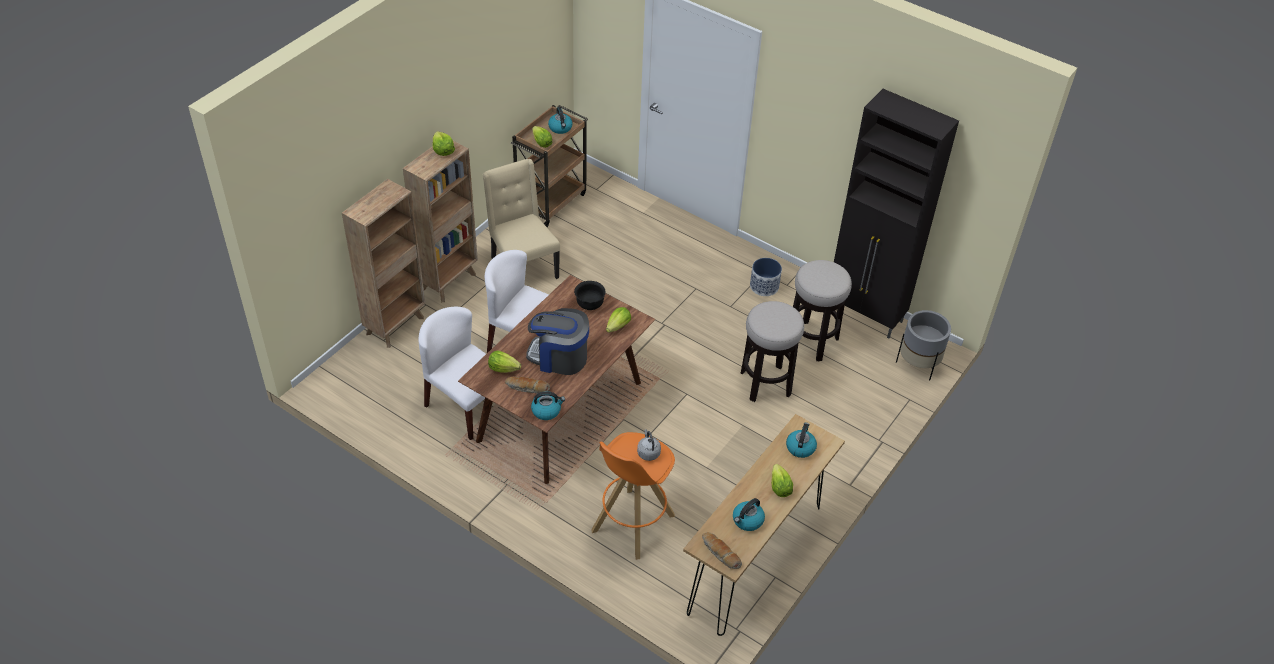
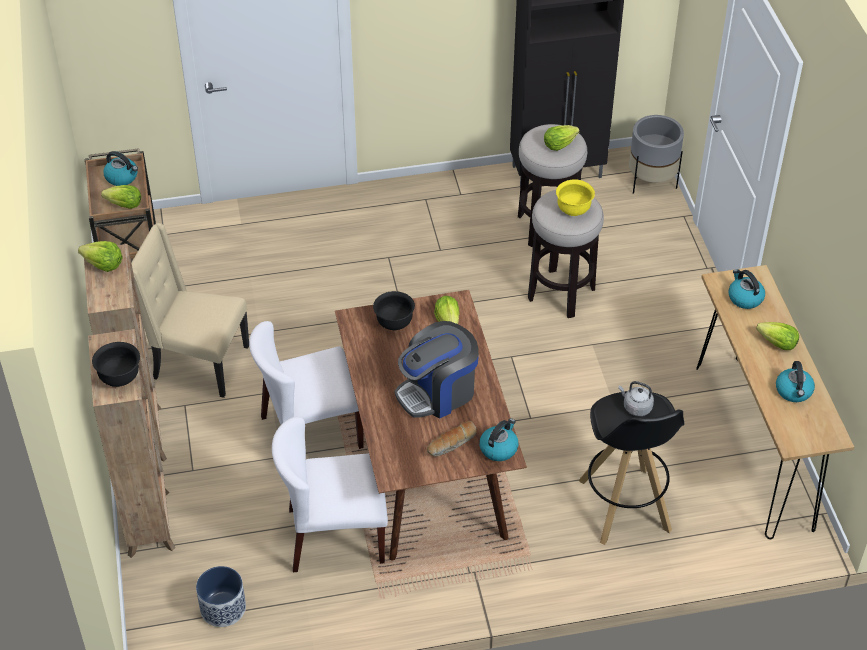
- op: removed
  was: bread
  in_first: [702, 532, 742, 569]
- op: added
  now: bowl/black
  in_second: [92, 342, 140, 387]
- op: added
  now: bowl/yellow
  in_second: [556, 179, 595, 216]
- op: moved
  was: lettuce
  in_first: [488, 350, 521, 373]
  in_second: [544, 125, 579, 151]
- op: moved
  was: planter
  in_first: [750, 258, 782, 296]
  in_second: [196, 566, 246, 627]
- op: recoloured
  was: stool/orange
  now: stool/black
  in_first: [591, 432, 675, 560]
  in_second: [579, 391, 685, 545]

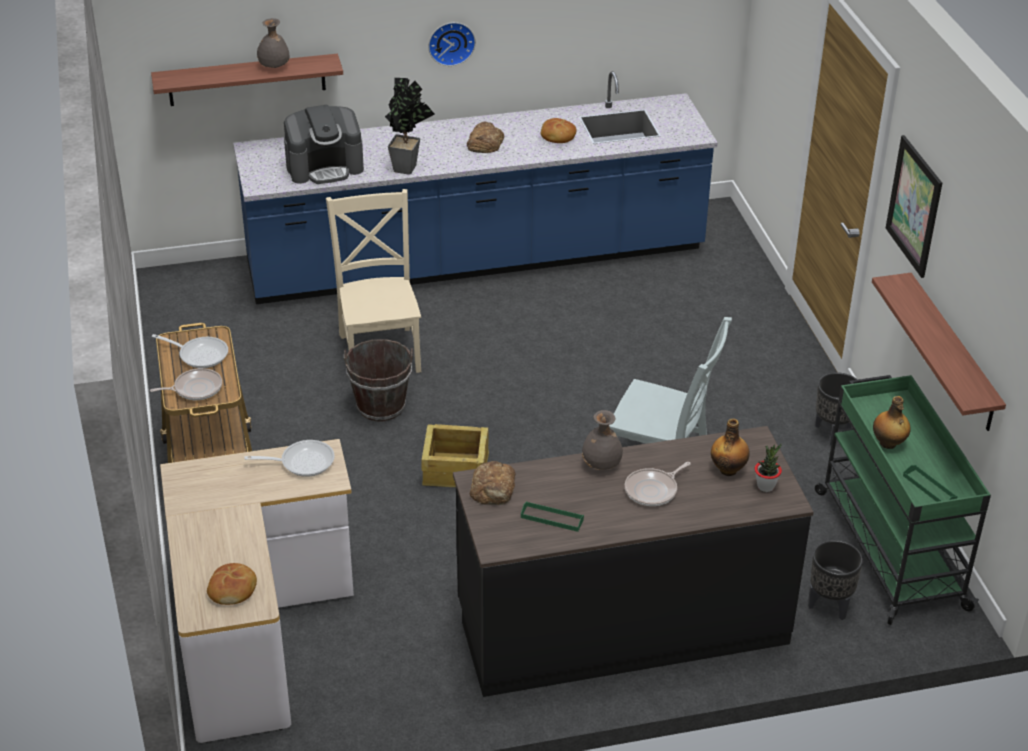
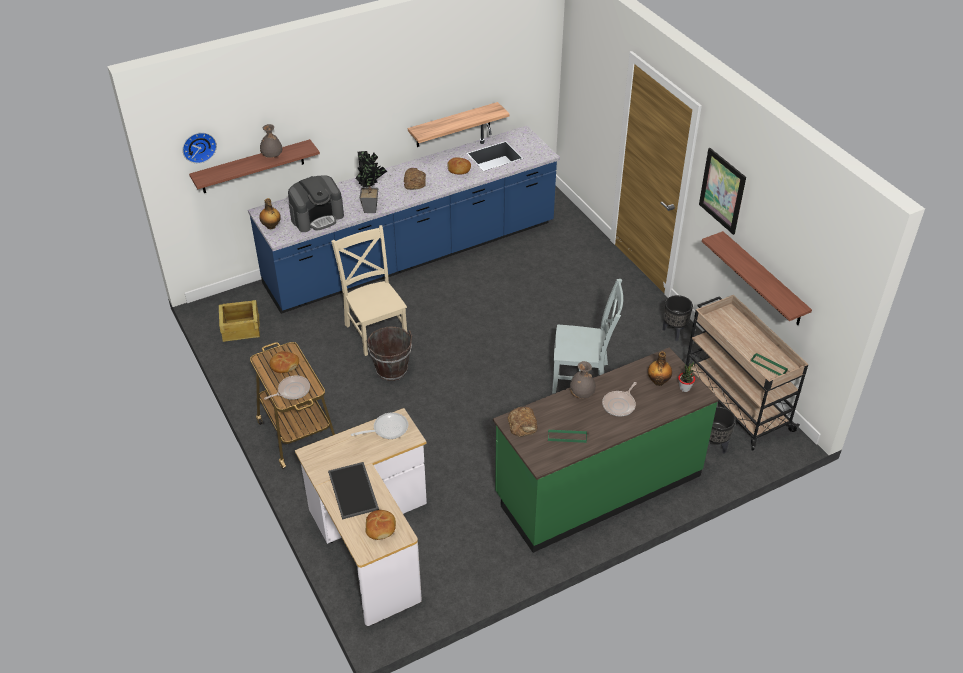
- op: added
  now: tray
  in_second: [328, 462, 379, 519]
- op: added
  now: shelf
  in_second: [408, 102, 509, 147]
- op: moved
  was: crate
  in_first: [422, 424, 489, 487]
  in_second: [219, 300, 260, 342]
- op: moved
  was: wall clock
  in_first: [428, 22, 476, 66]
  in_second: [183, 133, 217, 163]
- op: moved
  was: bottle
  in_first: [873, 396, 911, 449]
  in_second: [259, 198, 281, 229]
- op: replaced
  was: frying pan
  now: bread
  in_first: [152, 334, 228, 368]
  in_second: [270, 351, 299, 373]
- op: recoloured
  was: counter/black
  now: counter/green
  in_first: [453, 426, 814, 697]
  in_second: [493, 348, 719, 553]
- op: recoloured
  was: cart/green
  now: cart/beige
  in_first: [815, 375, 991, 625]
  in_second: [686, 295, 808, 451]

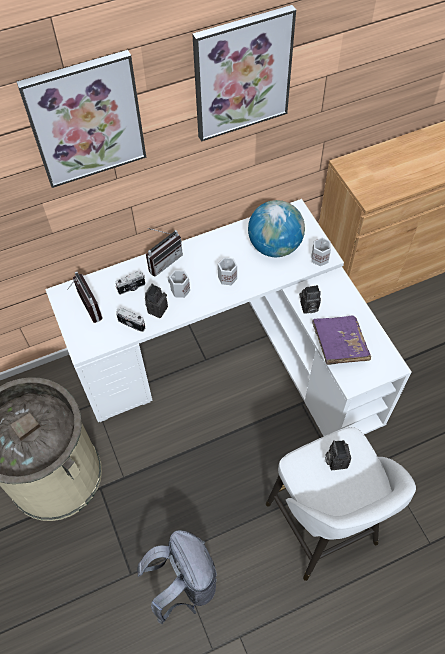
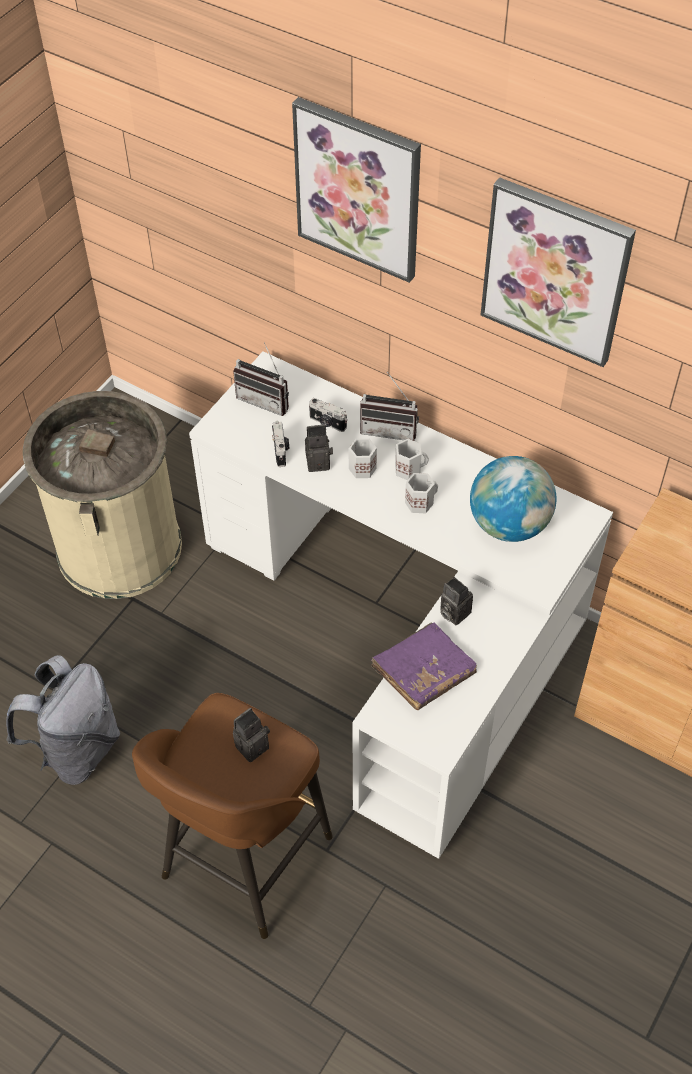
- op: moved
  was: mug/white
  in_first: [312, 238, 331, 266]
  in_second: [395, 439, 429, 480]
- op: recoloured
  was: stool/white
  now: stool/brown
  in_first: [266, 427, 416, 581]
  in_second: [132, 693, 333, 939]
- op: turned
  was: radio
  in_first: [67, 272, 103, 323]
  in_second: [233, 342, 289, 416]
  clockwise: 90

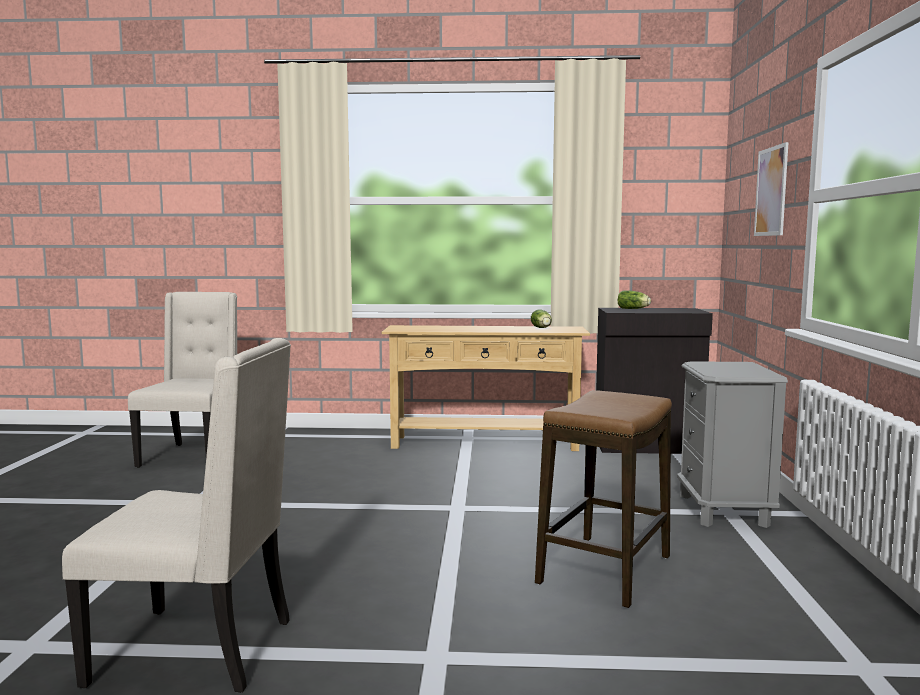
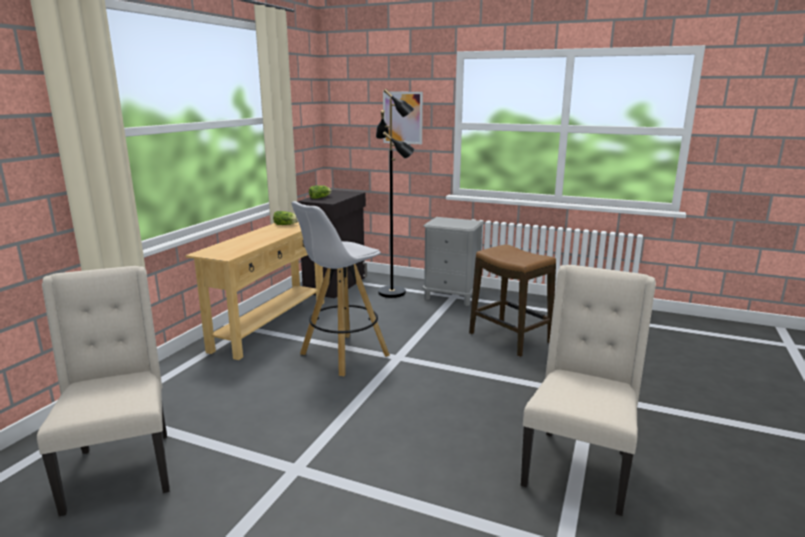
- op: added
  now: stool/white
  in_second: [291, 201, 390, 376]
- op: added
  now: floor lamp/black
  in_second: [376, 89, 414, 298]
- op: turned
  was: chair/beige
  in_first: [128, 292, 237, 468]
  in_second: [37, 266, 170, 516]
  clockwise: 45

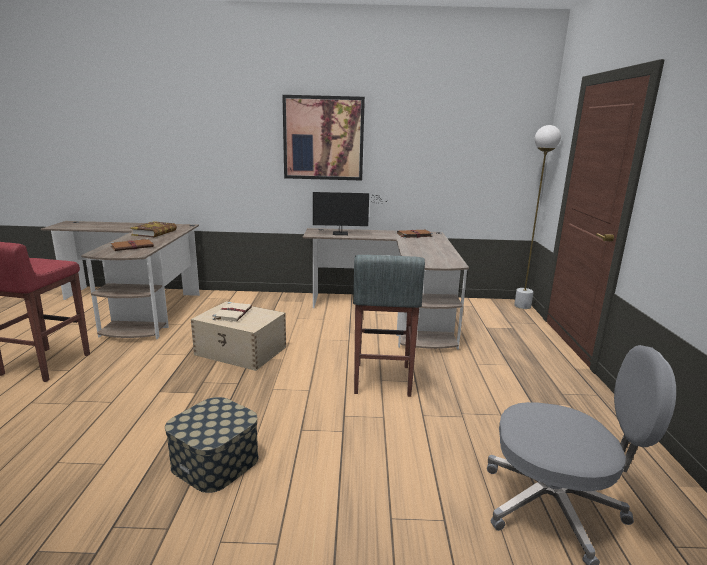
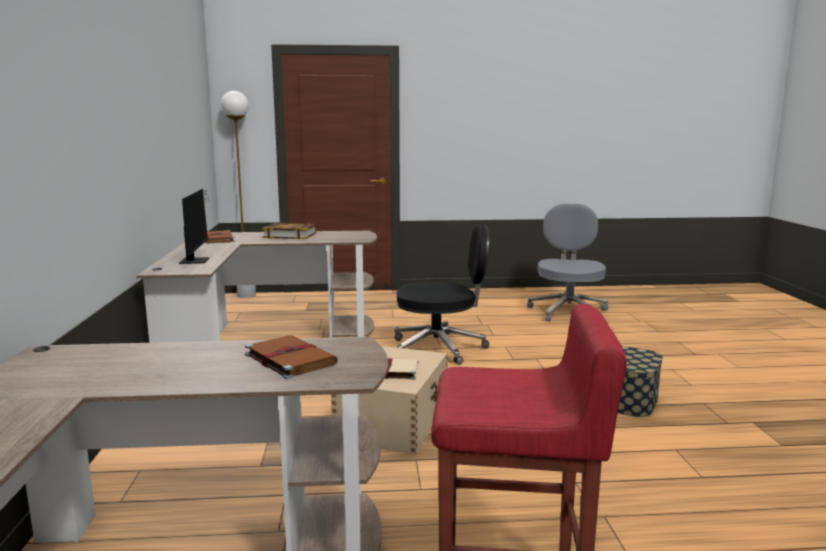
- op: removed
  was: picture
  in_first: [282, 95, 365, 181]
- op: moved
  was: book
  in_first: [130, 221, 177, 237]
  in_second: [262, 223, 317, 239]
- op: replaced
  was: stool/grey
  now: office chair/black
  in_first: [353, 255, 425, 397]
  in_second: [395, 224, 489, 365]

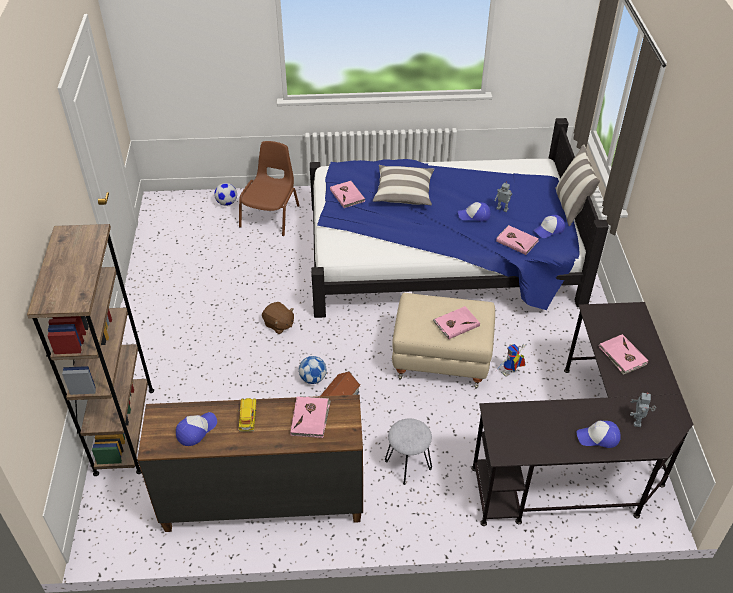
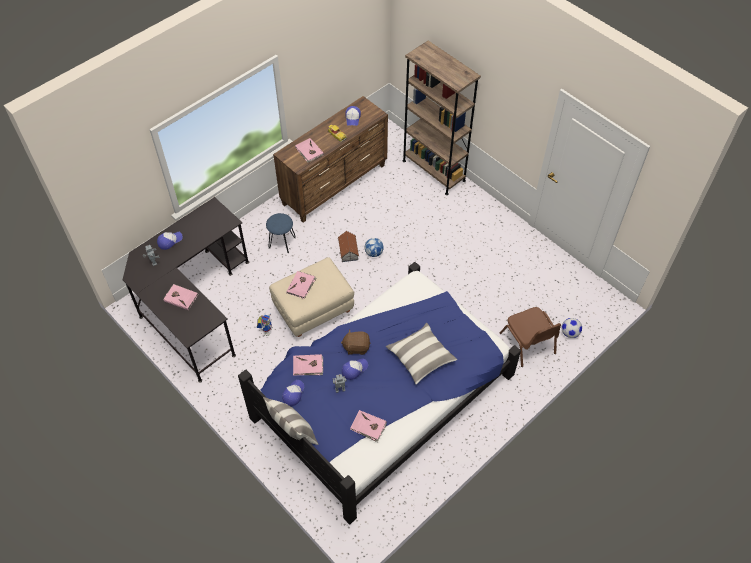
- op: moved
  was: plush toy/brown
  in_first: [262, 302, 294, 334]
  in_second: [341, 330, 371, 355]
- op: moved
  was: book/pink
  in_first: [330, 181, 365, 208]
  in_second: [350, 410, 387, 442]
- op: recoloured
  was: stool/grey
  now: stool/blue
  in_first: [385, 419, 432, 485]
  in_second: [266, 213, 296, 253]

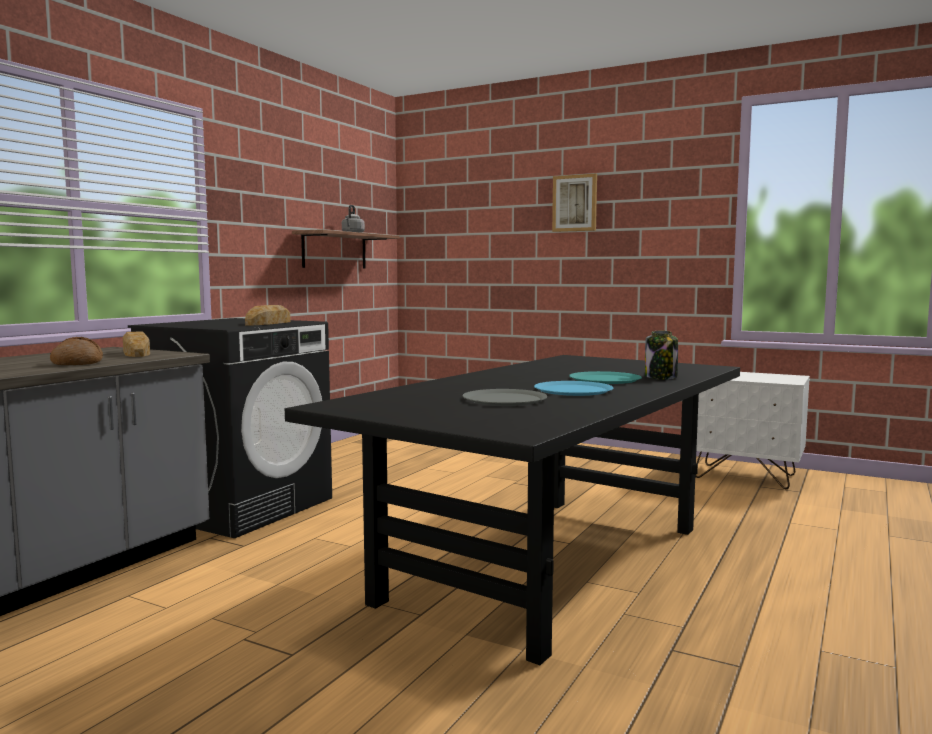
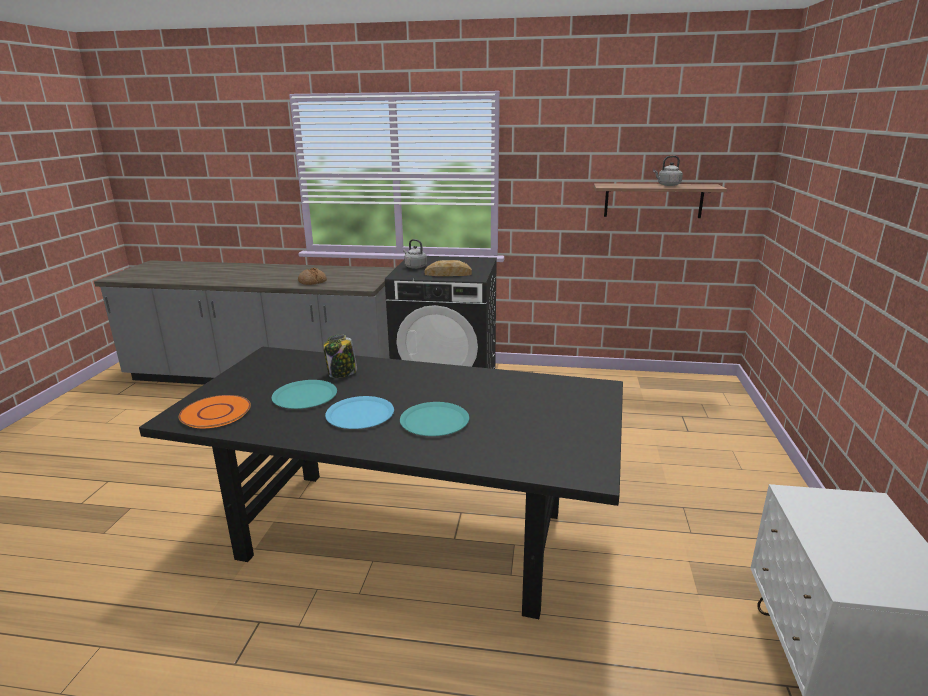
- op: removed
  was: bread
  in_first: [123, 331, 150, 357]
- op: removed
  was: picture
  in_first: [552, 174, 597, 232]
- op: added
  now: plate/orange
  in_second: [179, 395, 251, 428]
- op: added
  now: kettle/grey
  in_second: [403, 239, 427, 269]
- op: moved
  was: jar
  in_first: [645, 331, 678, 380]
  in_second: [323, 334, 357, 378]
- op: recoloured
  was: plate/grey
  now: plate/turquoise
  in_first: [462, 389, 547, 406]
  in_second: [271, 380, 337, 409]

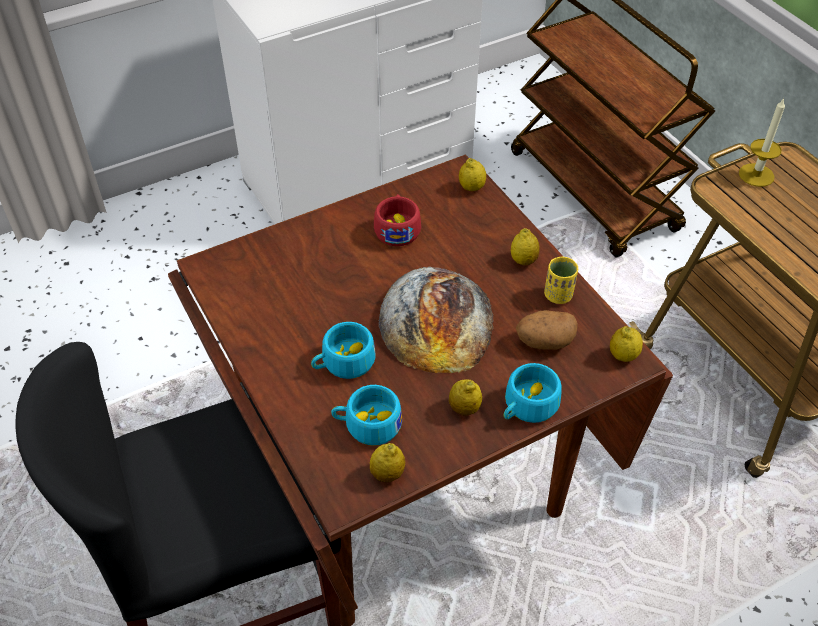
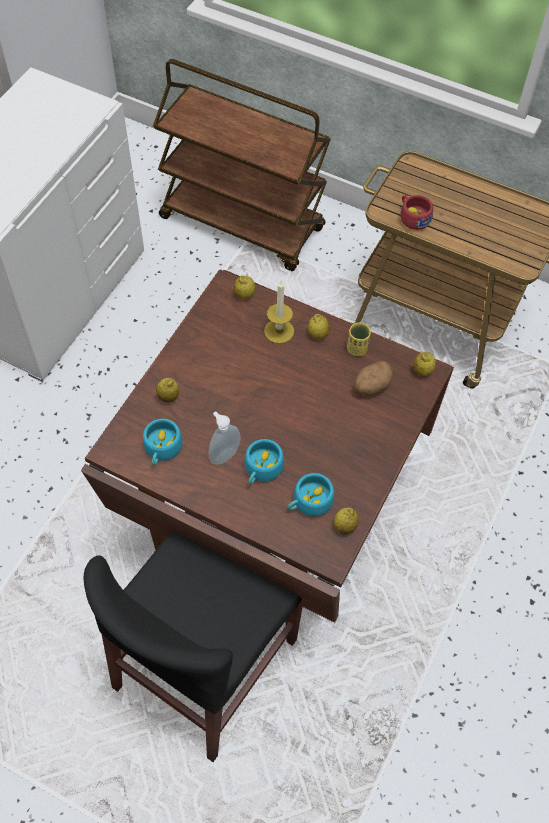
- op: removed
  was: bread
  in_first: [378, 267, 493, 373]
- op: added
  now: soap dispenser
  in_second: [208, 411, 240, 465]
- op: moved
  was: cup/red
  in_first: [374, 194, 421, 246]
  in_second: [400, 195, 433, 230]
- op: moved
  was: lemon
  in_first: [449, 379, 482, 416]
  in_second: [156, 378, 179, 402]
- op: moved
  was: cup/turquoise
  in_first: [504, 363, 562, 423]
  in_second: [143, 419, 183, 466]
- op: moved
  was: candle
  in_first: [739, 98, 785, 187]
  in_second: [264, 280, 294, 344]

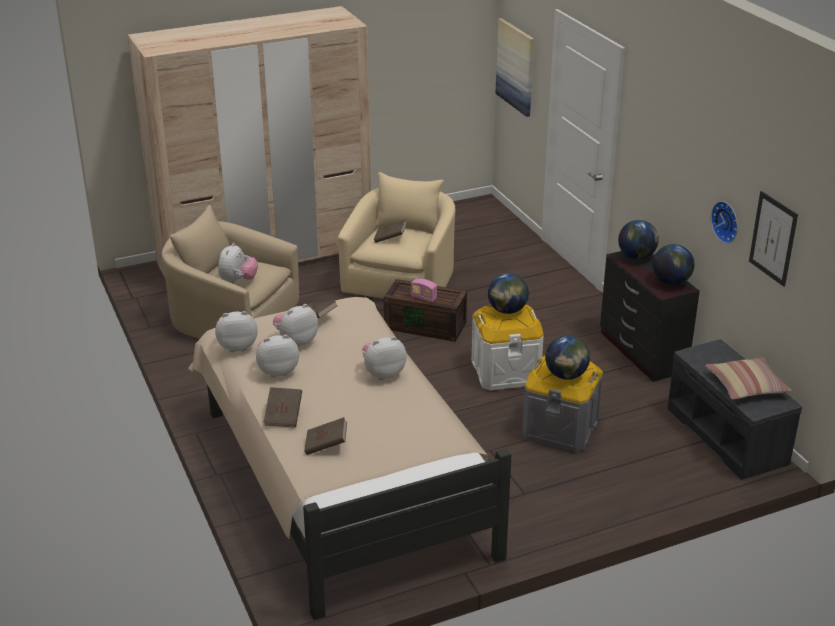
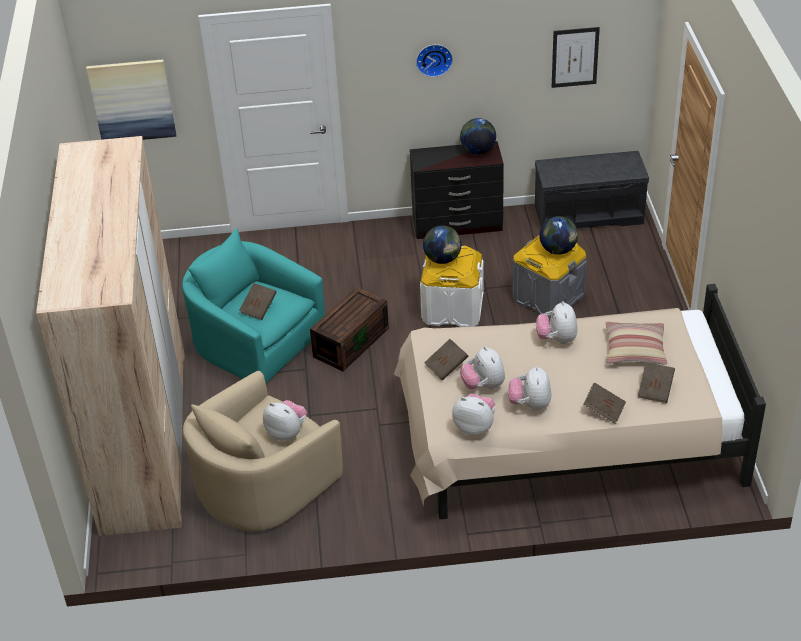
- op: removed
  was: radio
  in_first: [411, 278, 437, 302]
- op: removed
  was: globe
  in_first: [618, 220, 659, 260]
- op: moved
  was: pillow
  in_first: [705, 357, 791, 400]
  in_second: [605, 321, 667, 365]
- op: moved
  was: wall clock
  in_first: [711, 201, 738, 244]
  in_second: [416, 44, 453, 77]
- op: recoloured
  was: armchair/beige
  now: armchair/turquoise
  in_first: [338, 172, 455, 299]
  in_second: [182, 228, 325, 383]
- op: turned
  was: plush toy
  in_first: [215, 311, 258, 352]
  in_second: [452, 393, 495, 435]
  clockwise: 105

